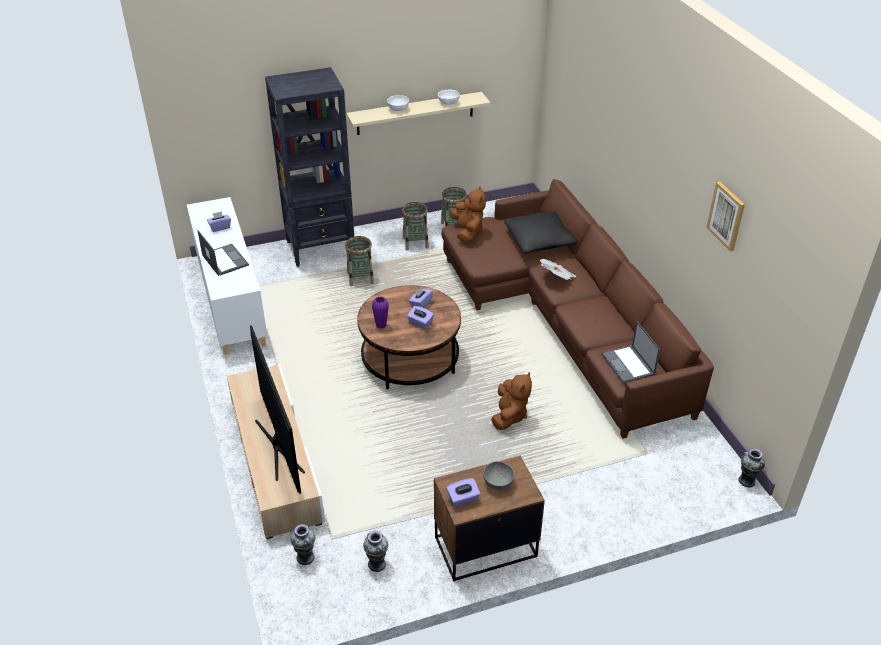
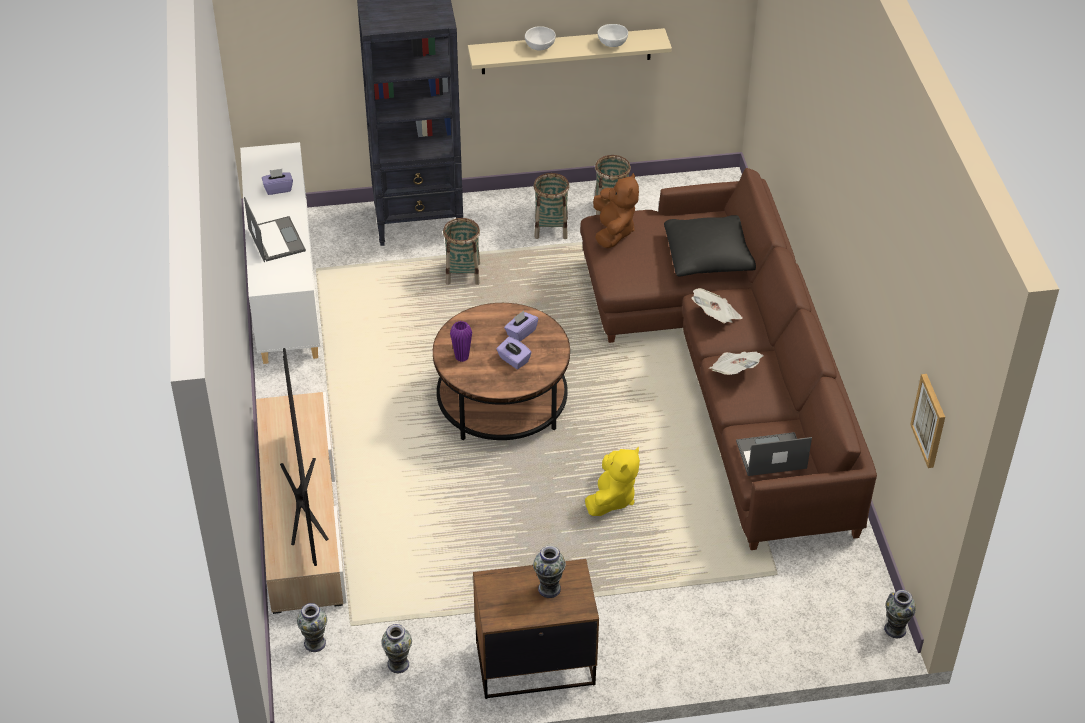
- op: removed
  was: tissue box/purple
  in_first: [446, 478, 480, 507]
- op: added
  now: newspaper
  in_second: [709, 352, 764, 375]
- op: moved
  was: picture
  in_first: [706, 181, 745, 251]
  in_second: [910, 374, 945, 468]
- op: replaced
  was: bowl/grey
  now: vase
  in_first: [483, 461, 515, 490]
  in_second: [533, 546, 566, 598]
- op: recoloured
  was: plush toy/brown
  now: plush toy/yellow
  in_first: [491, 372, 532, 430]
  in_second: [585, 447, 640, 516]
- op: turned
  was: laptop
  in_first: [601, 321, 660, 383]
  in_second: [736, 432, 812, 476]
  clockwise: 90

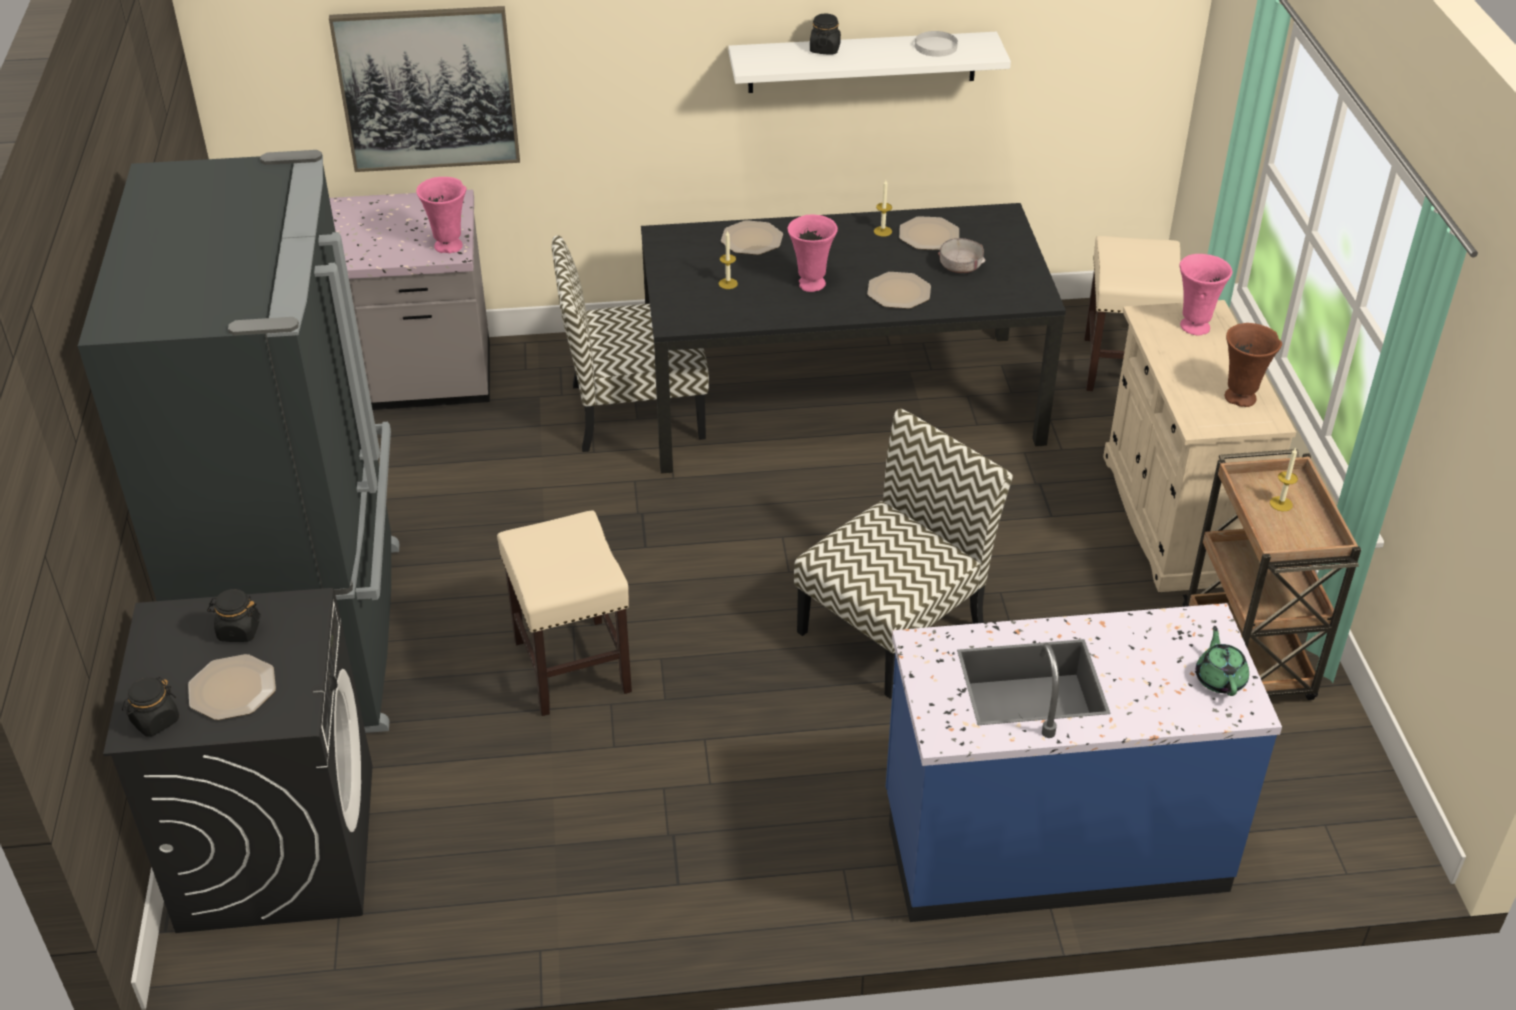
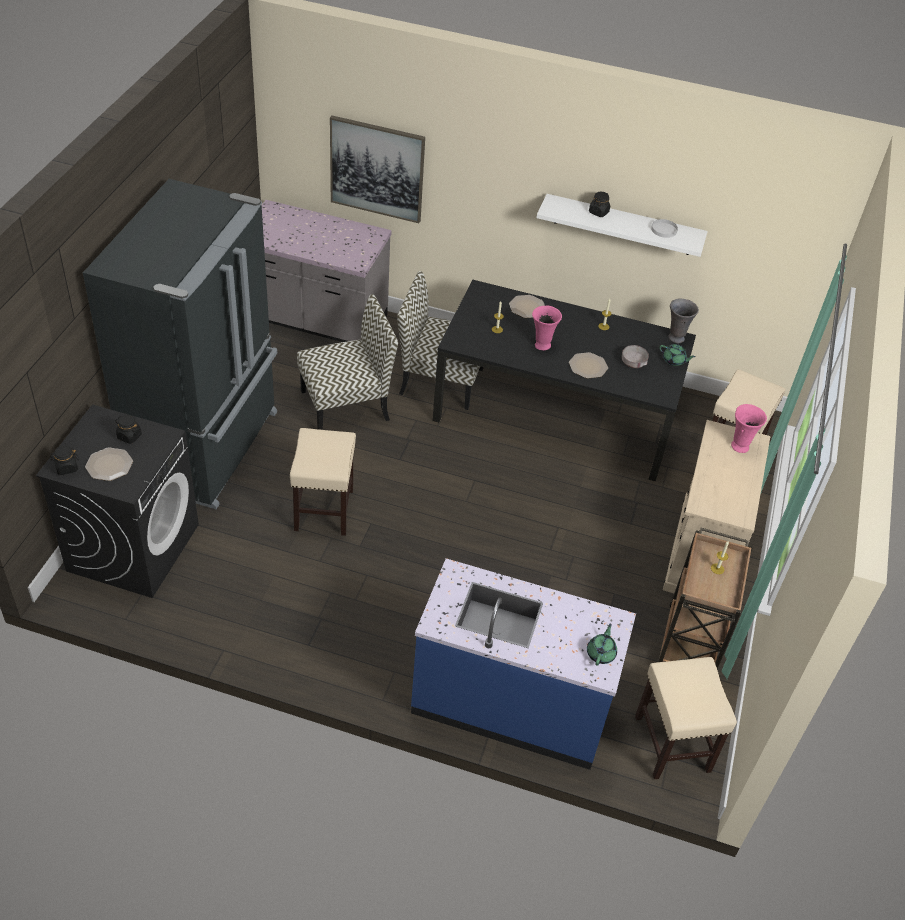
- op: removed
  was: vase/pink
  in_first: [416, 177, 466, 253]
- op: removed
  was: plate
  in_first: [899, 216, 959, 250]
- op: removed
  was: vase/brown
  in_first: [1225, 323, 1282, 407]
- op: added
  now: stool/beige
  in_second: [635, 657, 737, 779]
- op: added
  now: teapot/green
  in_second: [659, 344, 696, 366]
- op: added
  now: vase/grey
  in_second: [668, 298, 699, 343]
- op: moved
  was: chair
  in_first: [794, 408, 1013, 699]
  in_second: [297, 294, 398, 430]

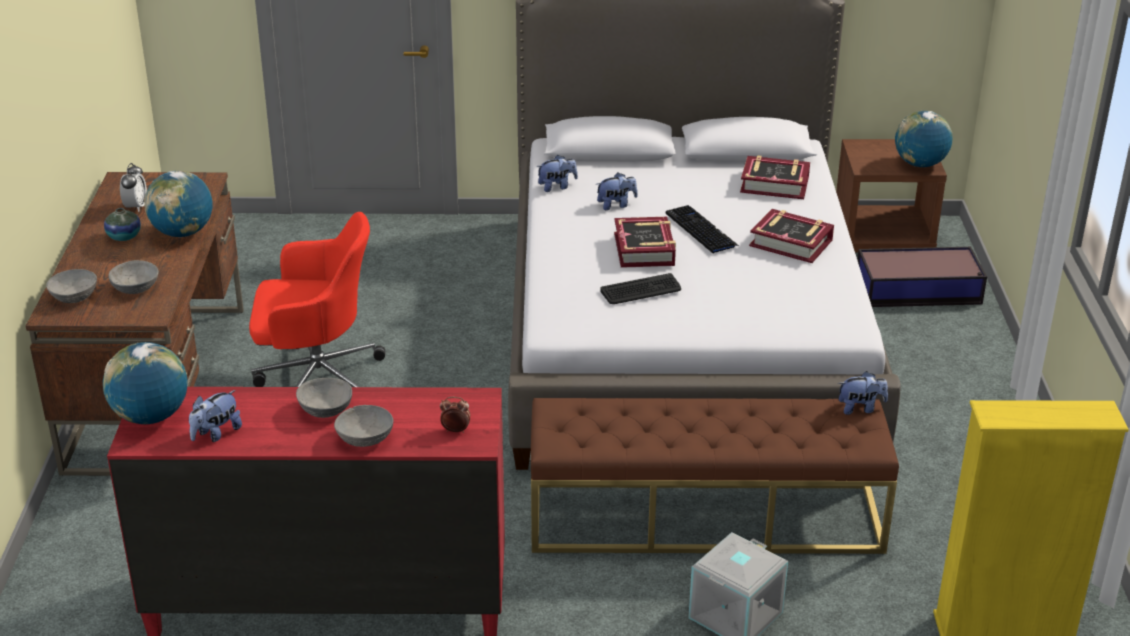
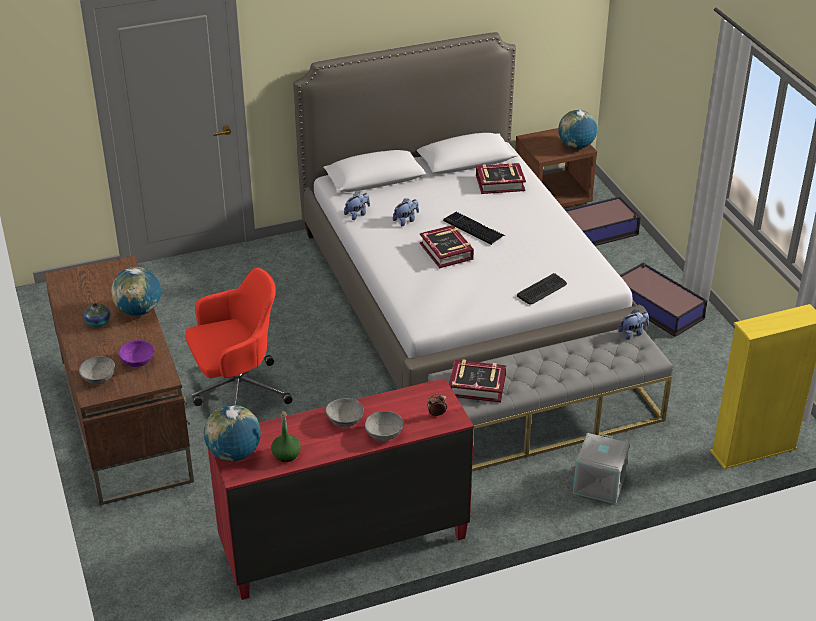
- op: removed
  was: alarm clock
  in_first: [120, 163, 147, 212]
- op: added
  now: storage box
  in_second: [620, 263, 708, 337]
- op: moved
  was: keyboard
  in_first: [600, 273, 681, 304]
  in_second: [517, 273, 567, 305]
- op: moved
  was: book
  in_first: [749, 209, 834, 263]
  in_second: [449, 359, 506, 402]
- op: replaced
  was: plush toy
  now: bottle/green
  in_first: [189, 390, 242, 442]
  in_second: [271, 411, 301, 462]
- op: recoloured
  was: bowl/grey
  now: bowl/purple
  in_first: [108, 260, 159, 294]
  in_second: [119, 340, 155, 367]
- op: recoloured
  was: bench/brown
  now: bench/grey
  in_first: [531, 398, 899, 554]
  in_second: [428, 329, 673, 471]

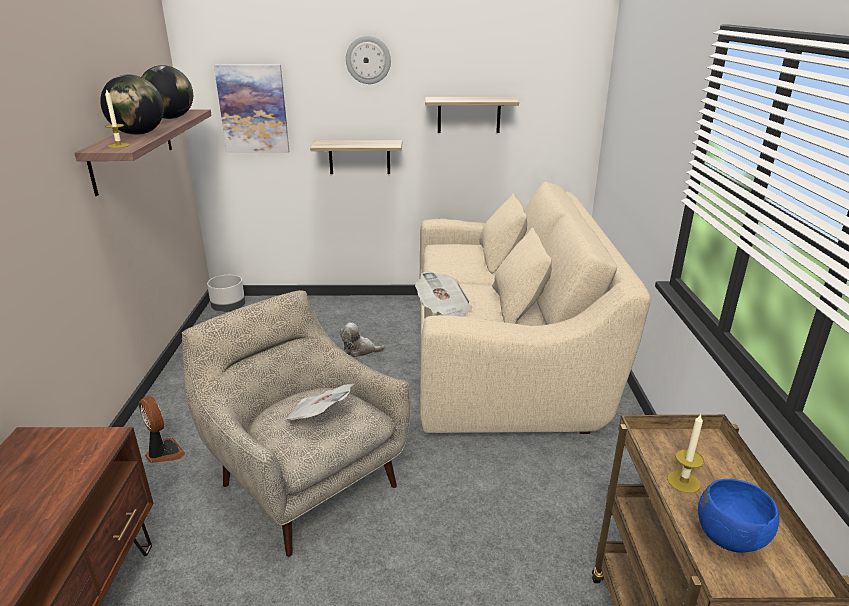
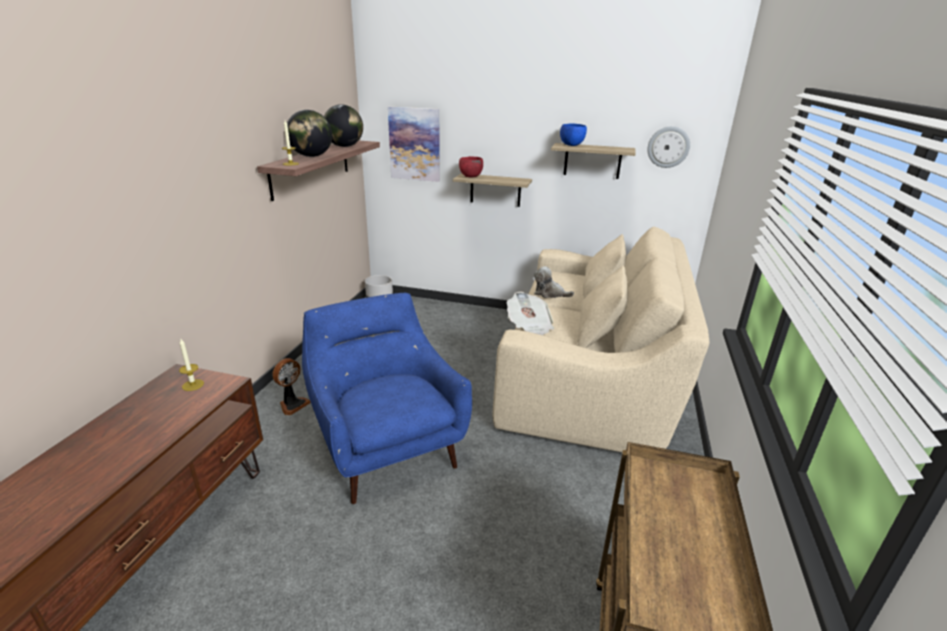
- op: removed
  was: newspaper
  in_first: [283, 384, 354, 421]
- op: added
  now: bowl/red
  in_second: [459, 156, 483, 177]
- op: moved
  was: plush toy
  in_first: [340, 322, 385, 357]
  in_second: [534, 266, 574, 298]
- op: moved
  was: wall clock
  in_first: [346, 36, 391, 84]
  in_second: [647, 126, 690, 168]
- op: moved
  was: candle
  in_first: [667, 414, 704, 493]
  in_second: [179, 339, 204, 391]
- op: moved
  was: bowl/blue
  in_first: [698, 479, 779, 553]
  in_second: [560, 124, 587, 146]
- op: recoloured
  was: armchair/beige
  now: armchair/blue
  in_first: [181, 290, 411, 557]
  in_second: [302, 293, 472, 504]
- op: turned
  was: fan
  in_first: [139, 396, 185, 463]
  in_second: [272, 358, 311, 415]
  clockwise: 60

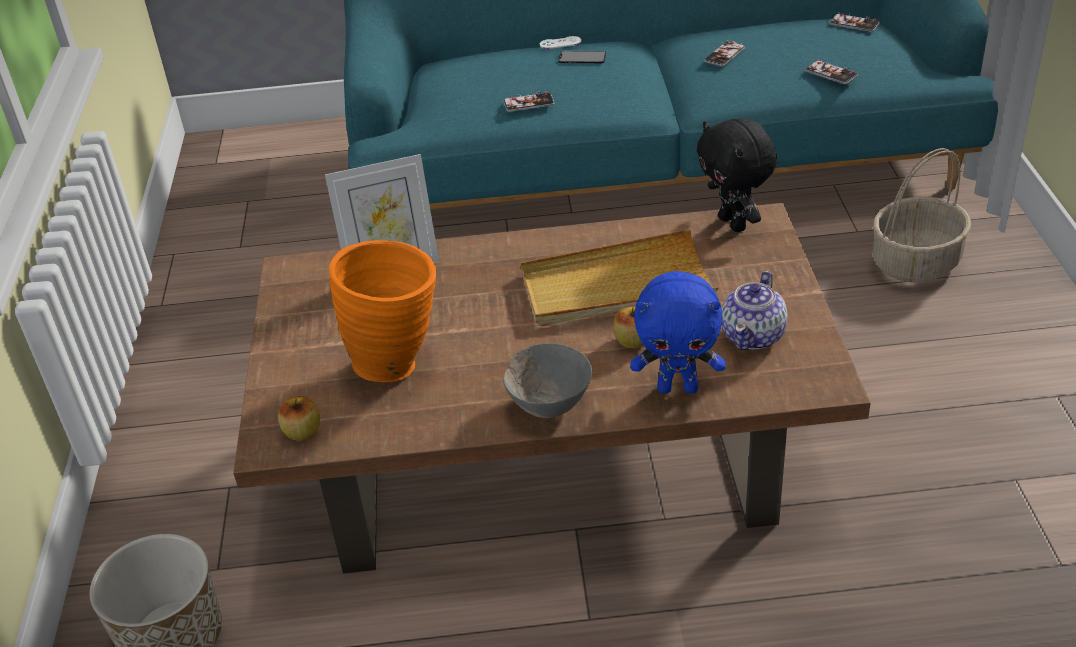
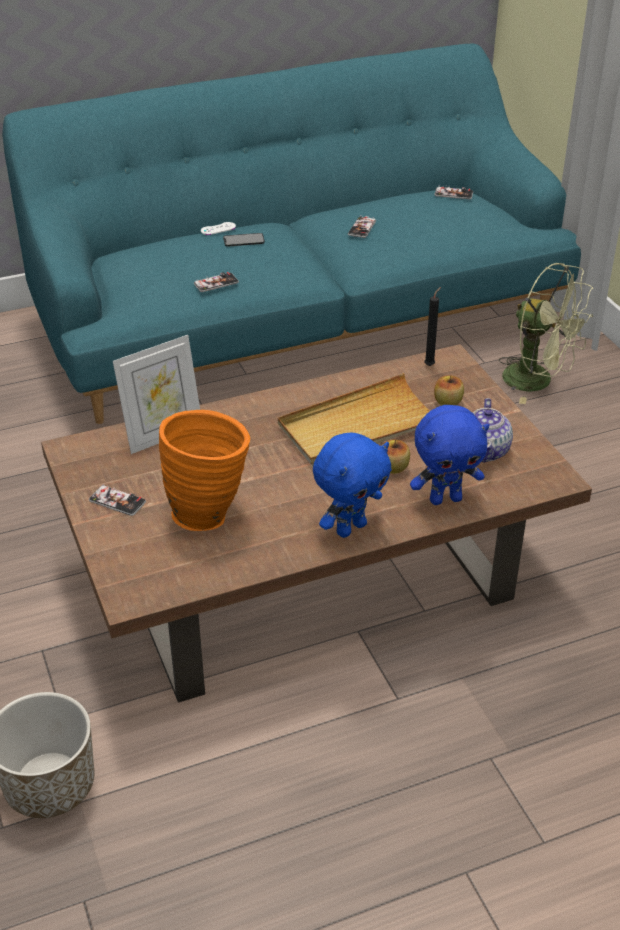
- op: moved
  was: apple
  in_first: [278, 396, 320, 441]
  in_second: [434, 376, 464, 405]
- op: moved
  was: phone
  in_first: [806, 59, 858, 84]
  in_second: [89, 485, 146, 516]
- op: replaced
  was: bowl/grey
  now: plush toy/blue
  in_first: [503, 343, 592, 418]
  in_second: [313, 432, 392, 538]
- op: replaced
  was: plush toy/black
  now: candle/black
  in_first: [697, 118, 777, 232]
  in_second: [424, 287, 441, 366]
- op: replaced
  was: basket
  now: fan/green
  in_first: [873, 148, 971, 282]
  in_second: [499, 263, 593, 404]

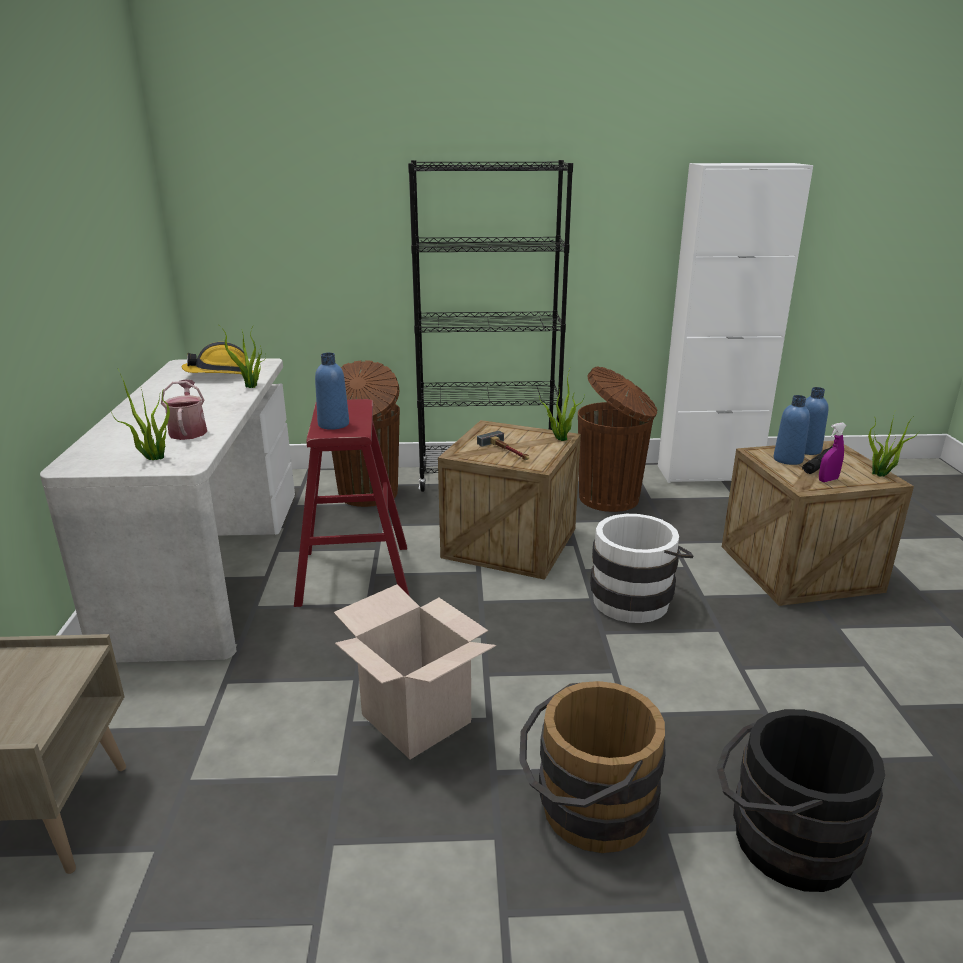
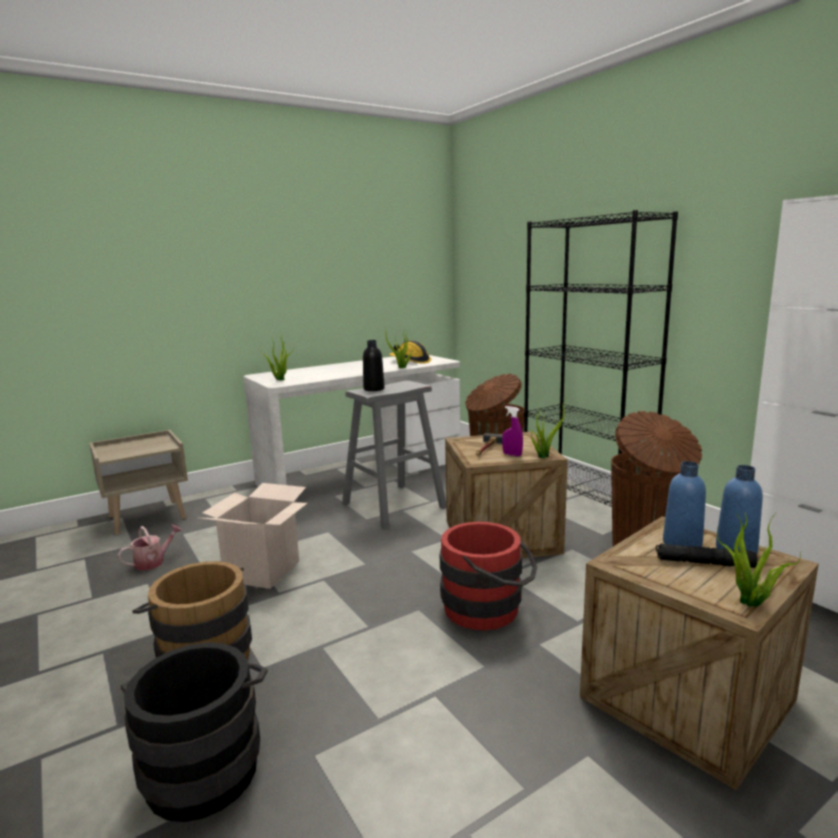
- op: moved
  was: watering can
  in_first: [161, 379, 207, 440]
  in_second: [118, 524, 182, 571]
- op: moved
  was: spray bottle/purple
  in_first: [819, 422, 847, 482]
  in_second: [502, 406, 523, 456]
- op: recoloured
  was: stool/red
  now: stool/grey
  in_first: [294, 399, 409, 607]
  in_second: [342, 381, 446, 529]
- op: recoloured
  was: bottle/blue
  now: bottle/black
  in_first: [315, 353, 349, 430]
  in_second: [363, 340, 385, 391]
- op: recoloured
  was: bucket/white
  now: bucket/red
  in_first: [590, 514, 693, 623]
  in_second: [440, 522, 537, 630]

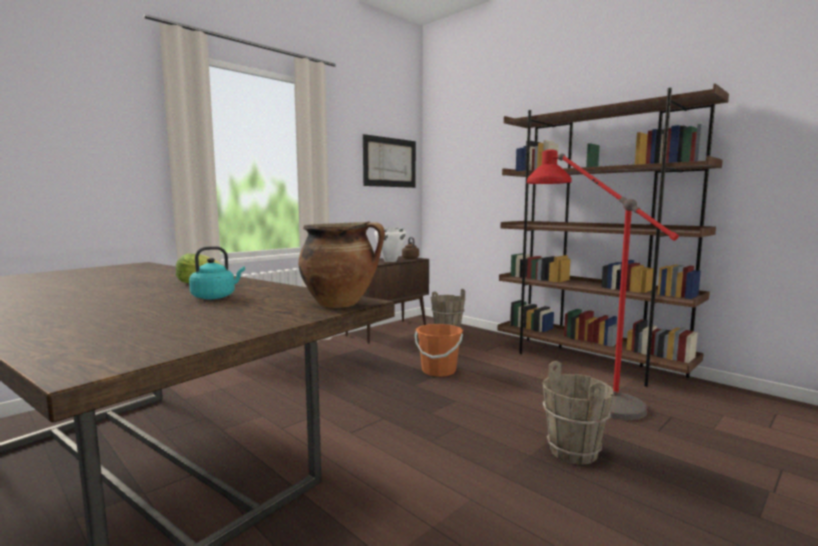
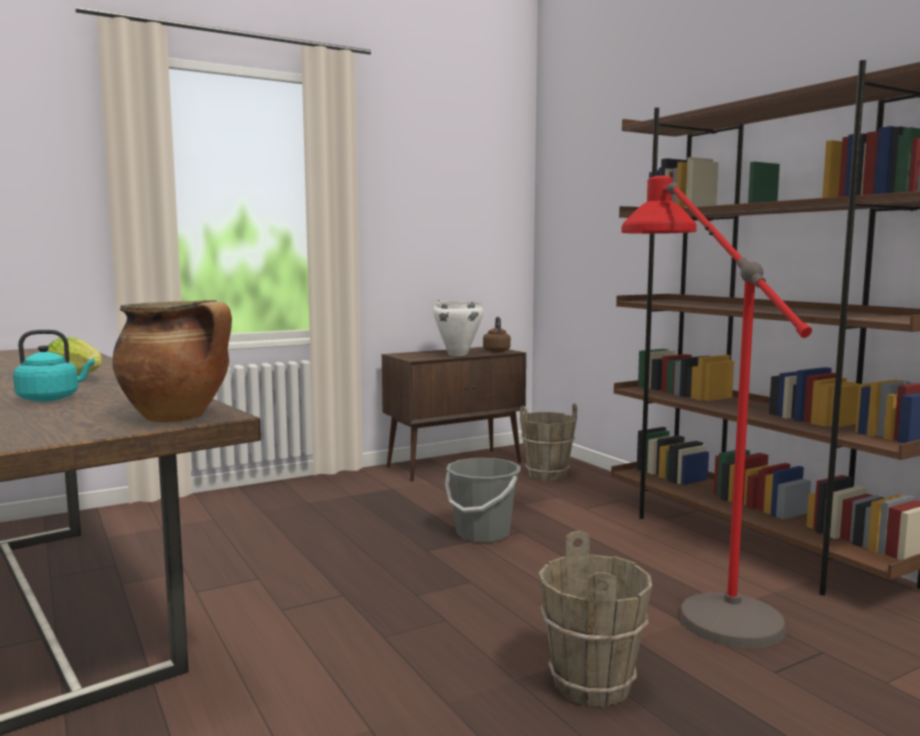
- op: removed
  was: picture
  in_first: [363, 134, 416, 188]
- op: recoloured
  was: bucket/orange
  now: bucket/grey
  in_first: [415, 324, 463, 377]
  in_second: [445, 458, 521, 543]

